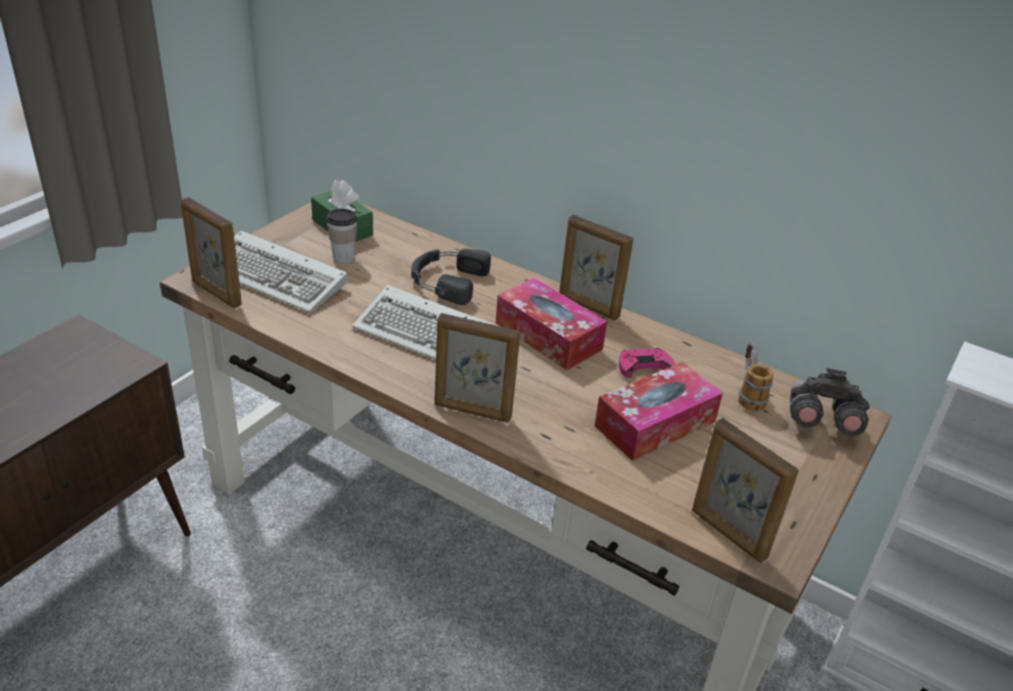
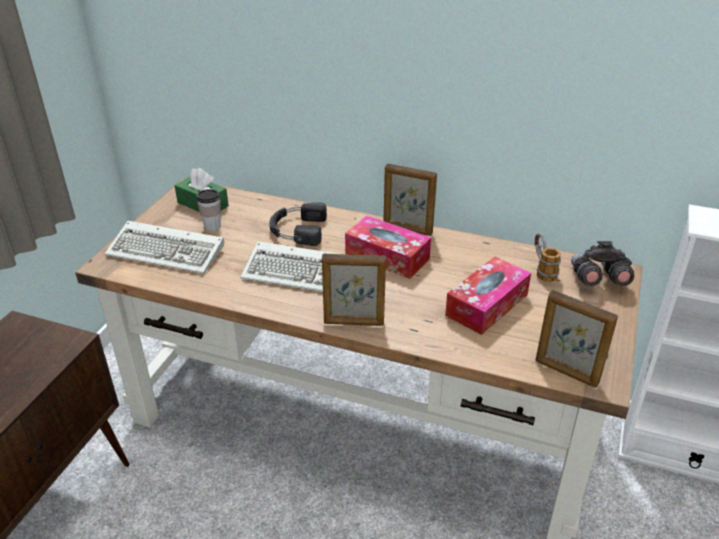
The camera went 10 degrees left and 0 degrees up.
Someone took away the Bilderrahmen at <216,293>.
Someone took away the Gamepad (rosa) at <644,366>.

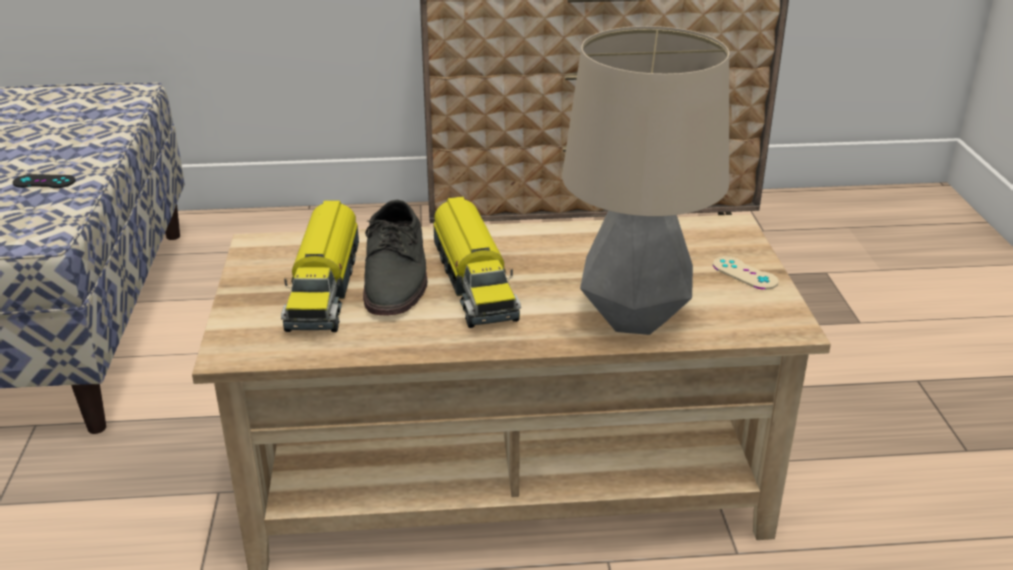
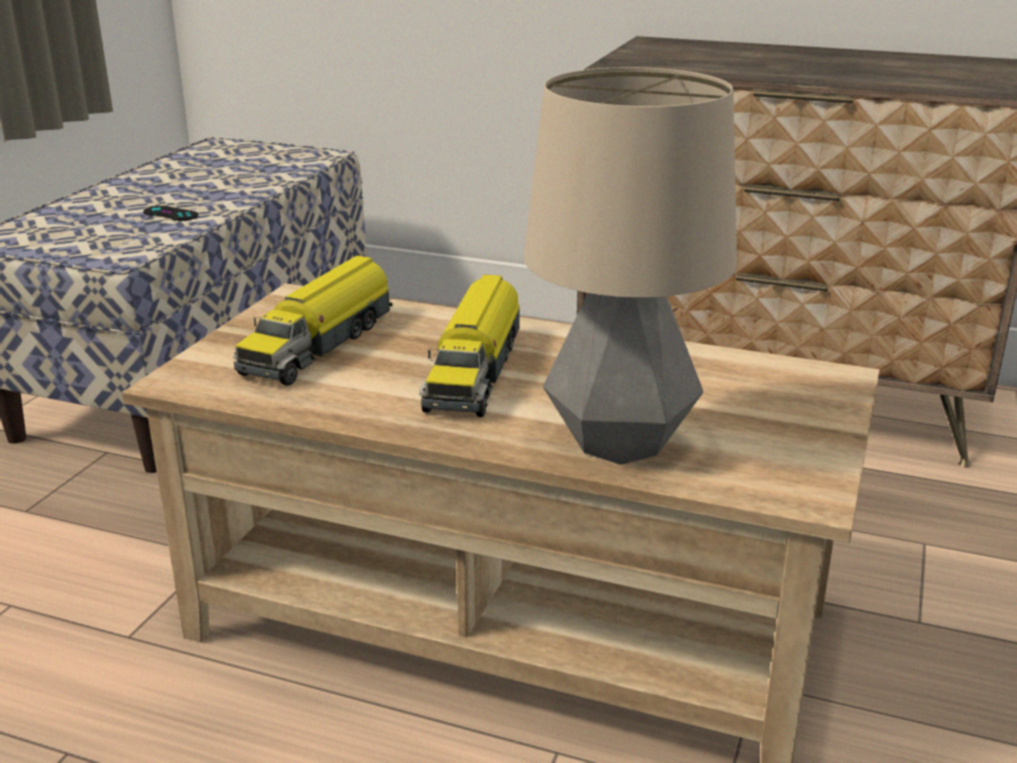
The camera went 25 degrees right and 5 degrees down.
Someone took away the Schuh (grau) at <397,275>.
Someone took away the Gamepad (beige) at <745,273>.

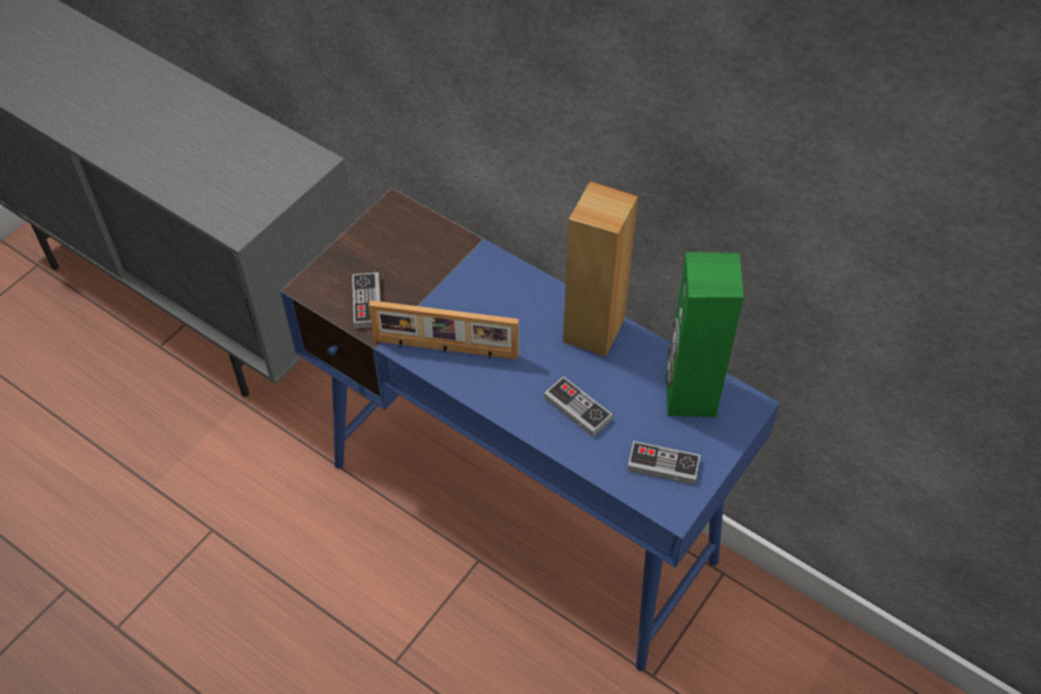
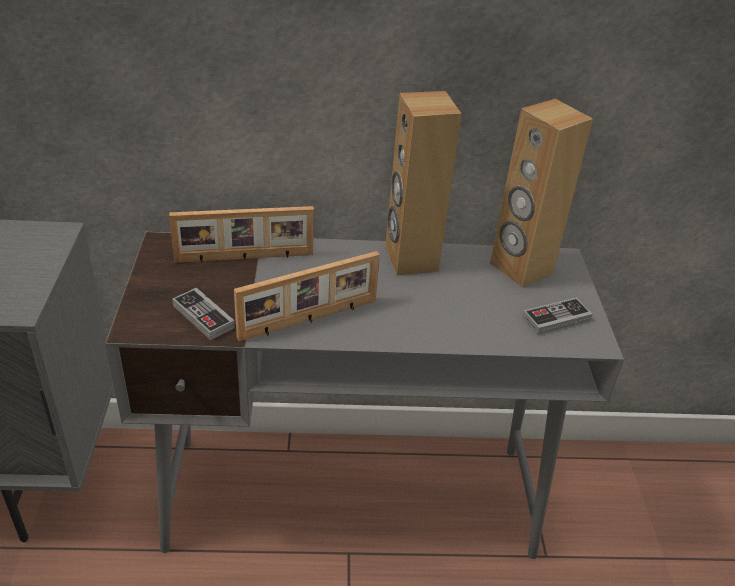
The camera went 40 degrees left and 15 degrees down.
Someone took away the Gamepad at <577,409>.
Someone put down the Bilderrahmen at <244,258>.
Someone repainted the Schreibtisch (blau) at <523,512>, which became the Schreibtisch (grau) at <353,496>.
Someone repainted the Lautsprecher (grün) at <689,394>, which became the Lautsprecher (braun) at <520,268>.

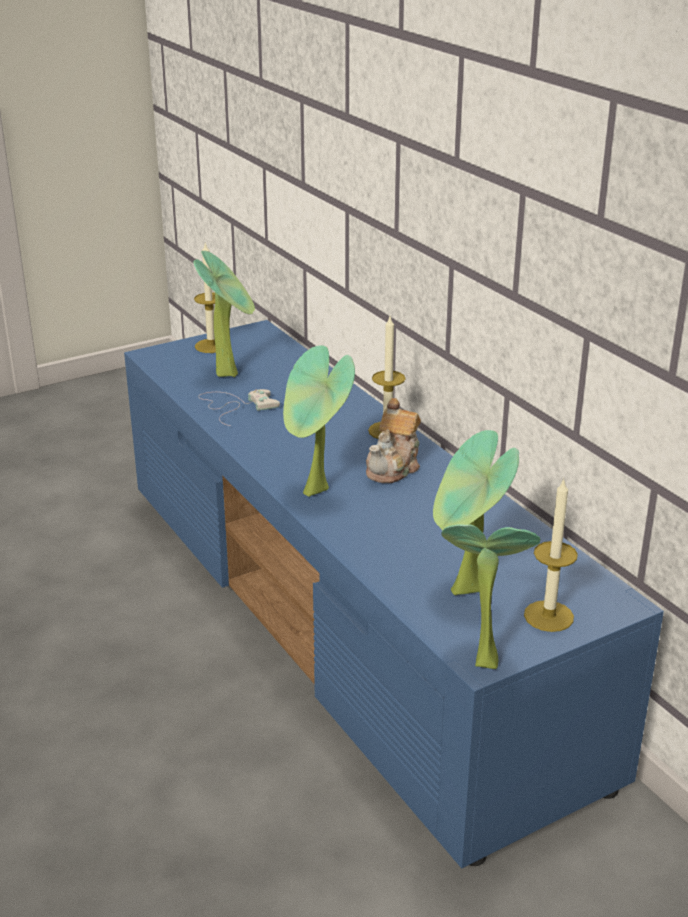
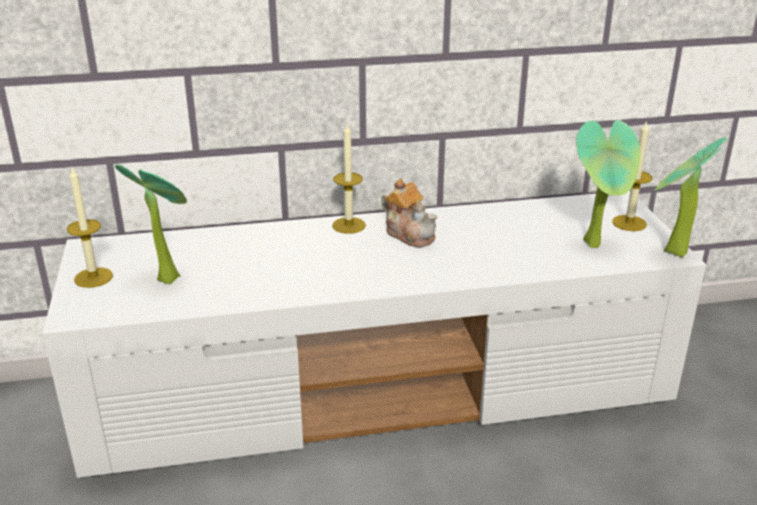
The camera went 70 degrees left and 0 degrees up.
Someone took away the Gamepad (weiß) at <235,406>.
Someone took away the Topfpflanze at <316,494>.
Someone repainted the Fernsehschrank (blau) at <348,622>, which became the Fernsehschrank (weiß) at <381,392>.

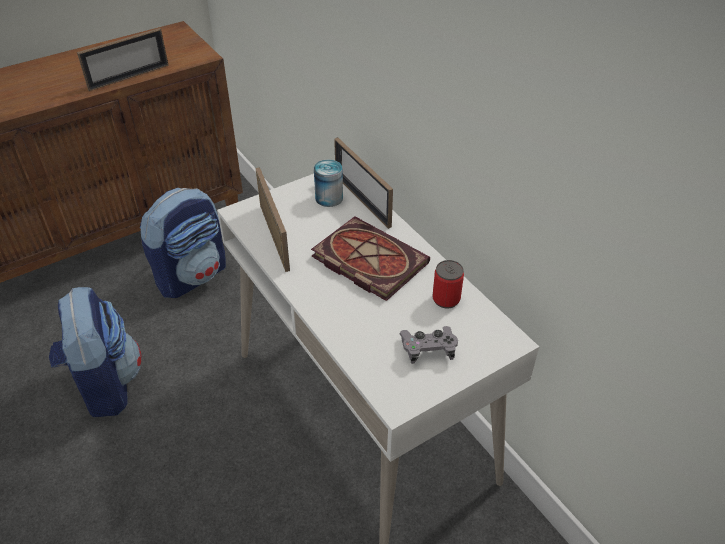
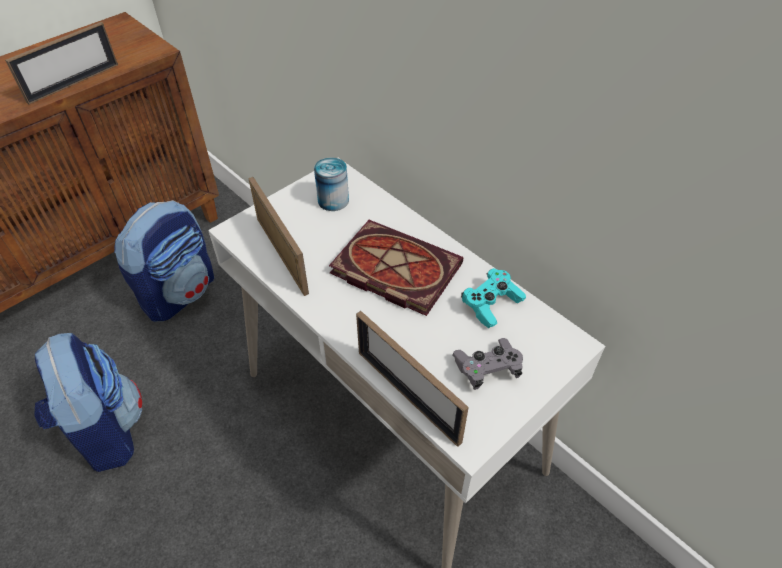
The camera went 10 degrees left and 5 degrees up.
Someone carried the Bilderrahmen from <362,200> to <407,395>.
Someone swapped the Dose at <446,299> for the Gamepad (türkis) at <491,304>.

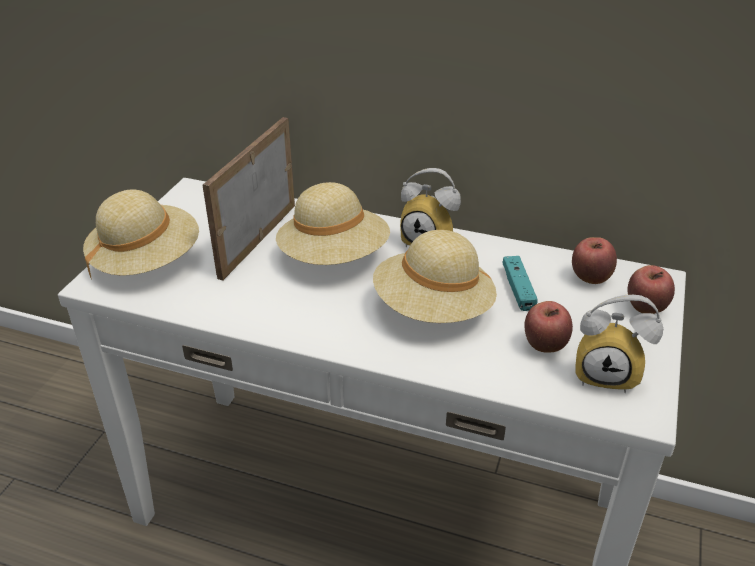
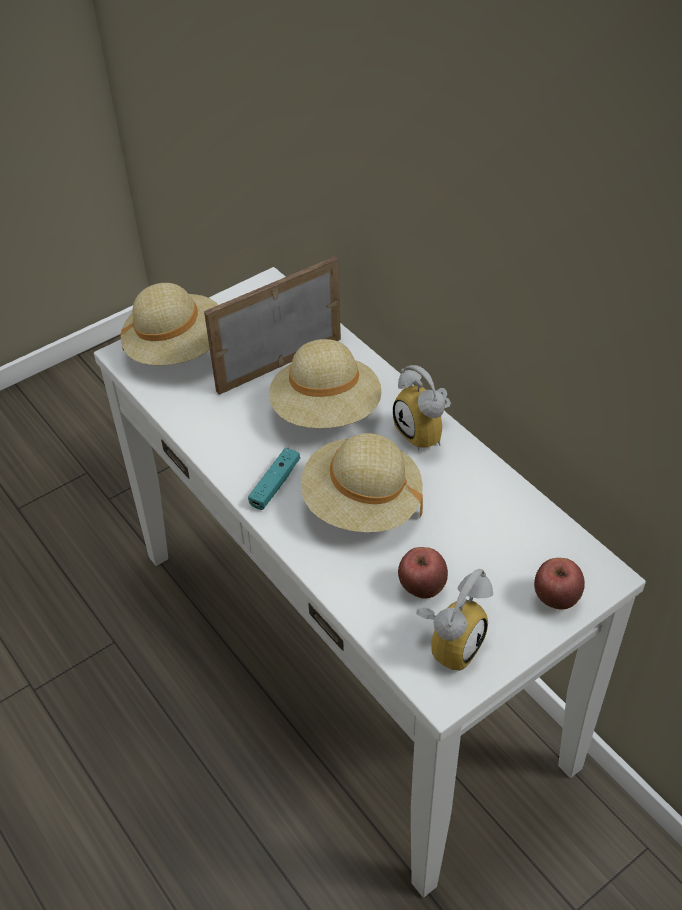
The camera went 35 degrees right and 10 degrees up.
Someone took away the Apfel at <590,279>.
Someone carried the Gamepad (türkis) from <518,289> to <275,484>.
Someone rotated the Wecker at <608,373> by 105 degrees counterclockwise.

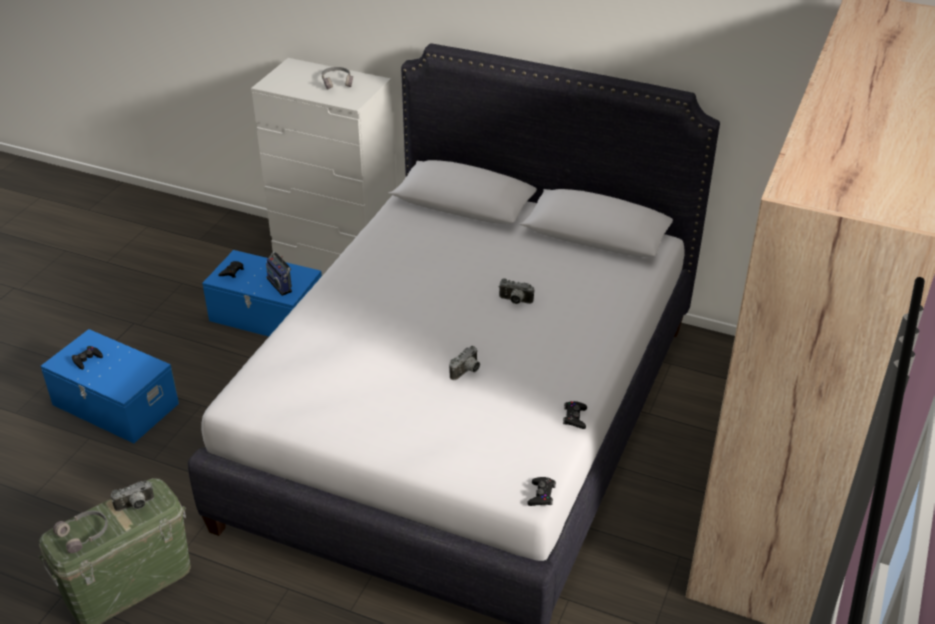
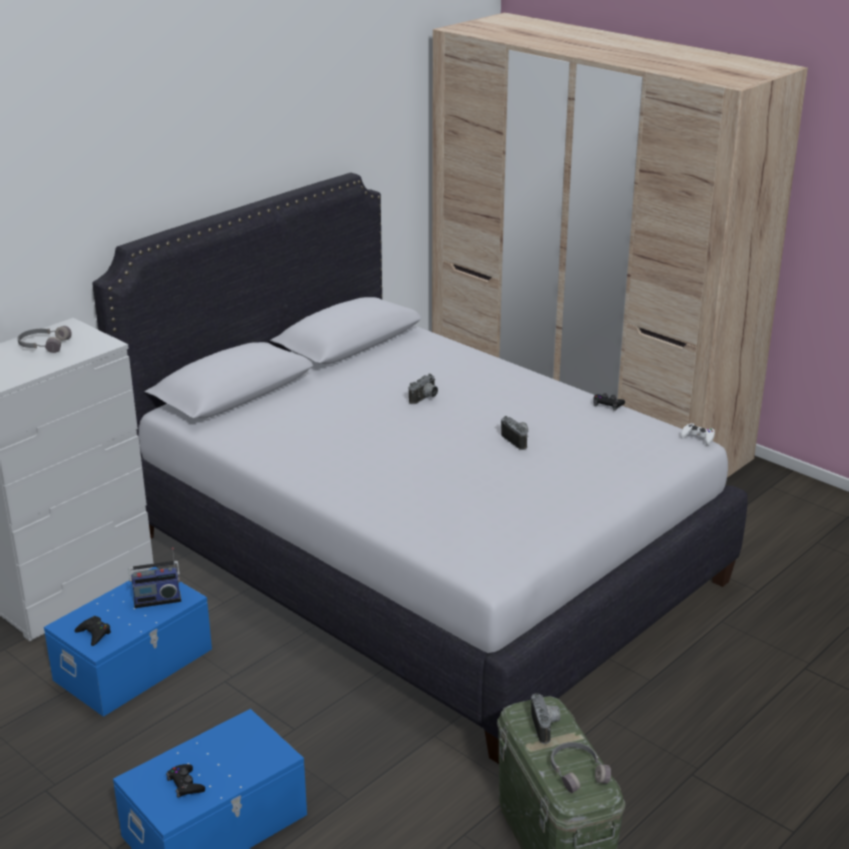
The camera went 70 degrees left and 10 degrees down.
Someone repainted the Gamepad (schwarz) at <541,495>, which became the Gamepad (weiß) at <698,437>.

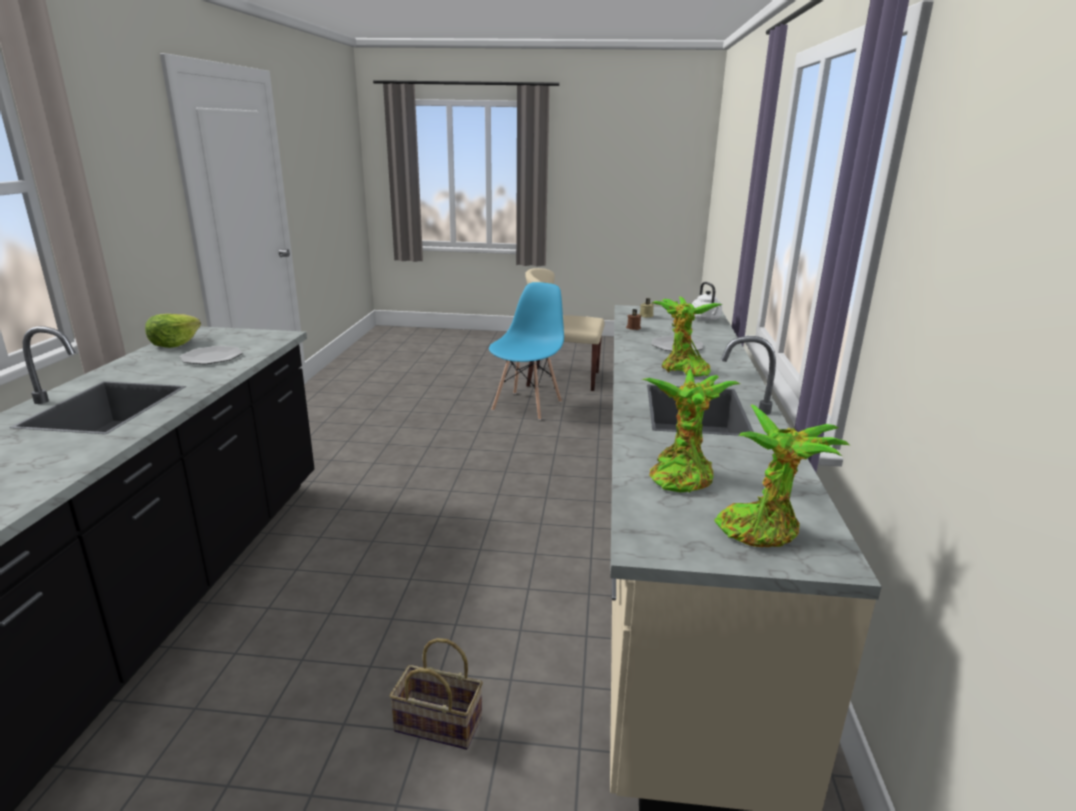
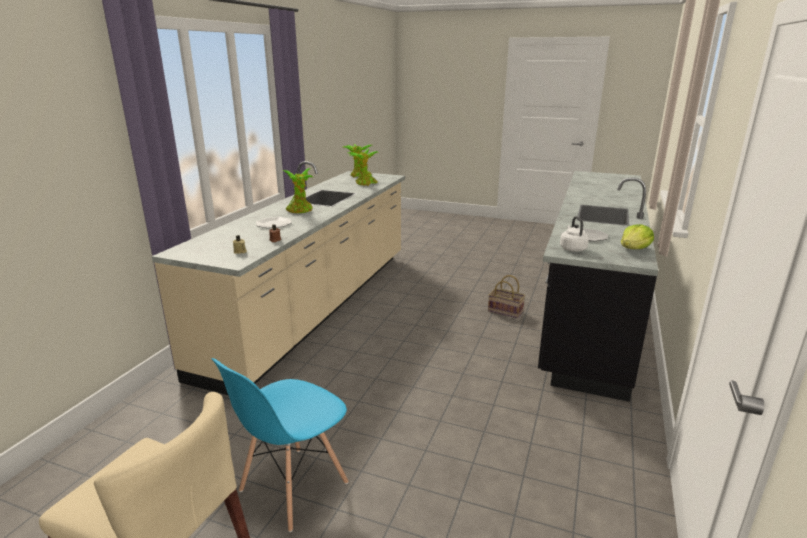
The camera went 165 degrees left and 0 degrees up.
Someone carried the Korb from <435,725> to <506,311>.
Someone carried the Wasserkessel (weiß) from <706,319> to <572,248>.

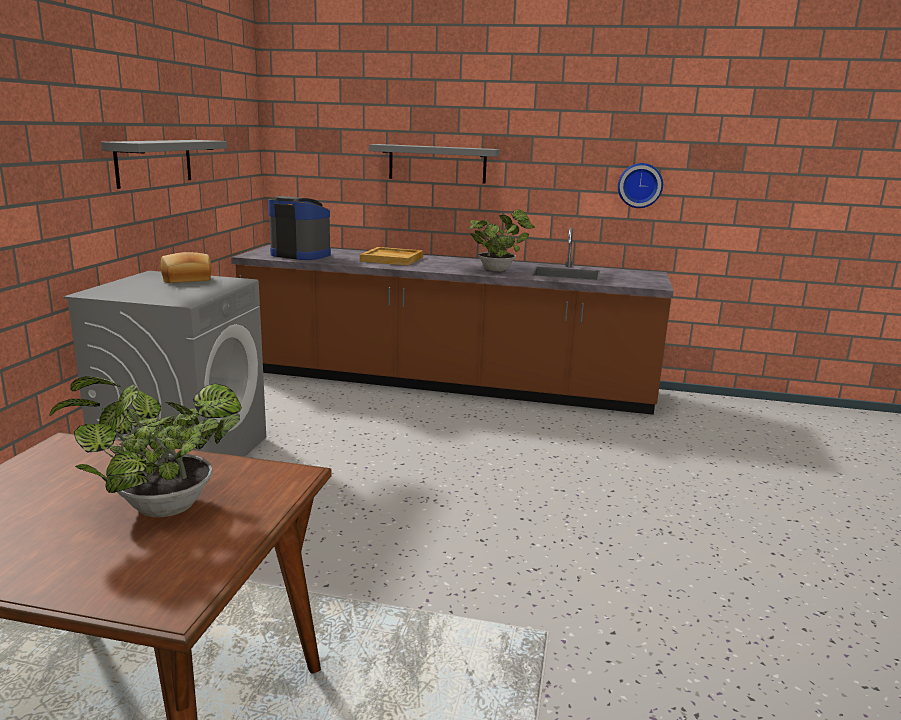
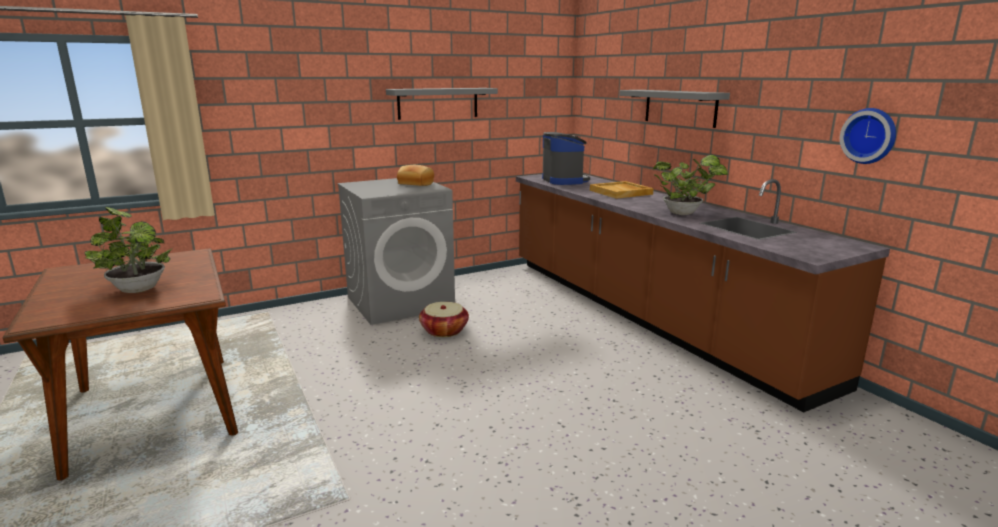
The camera went 50 degrees right and 0 degrees up.
Someone put down the Korb at <444,330>.

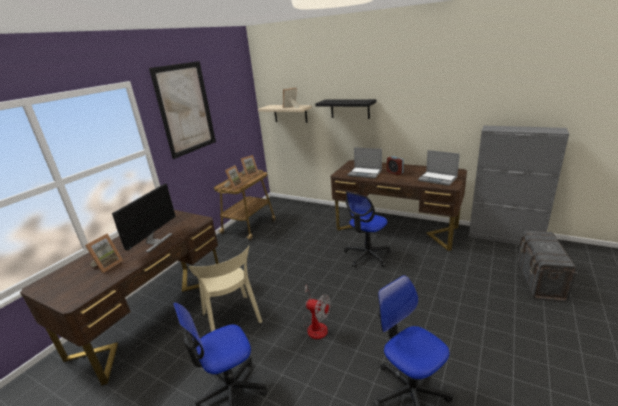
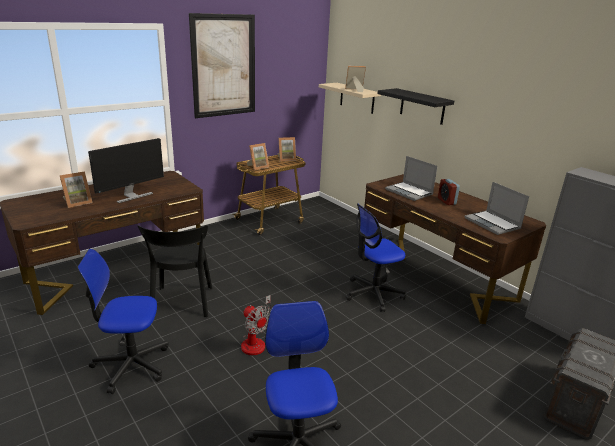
The camera went 20 degrees right and 0 degrees up.
Someone repainted the Stuhl (beige) at <232,320>, which became the Stuhl (schwarz) at <182,304>.

